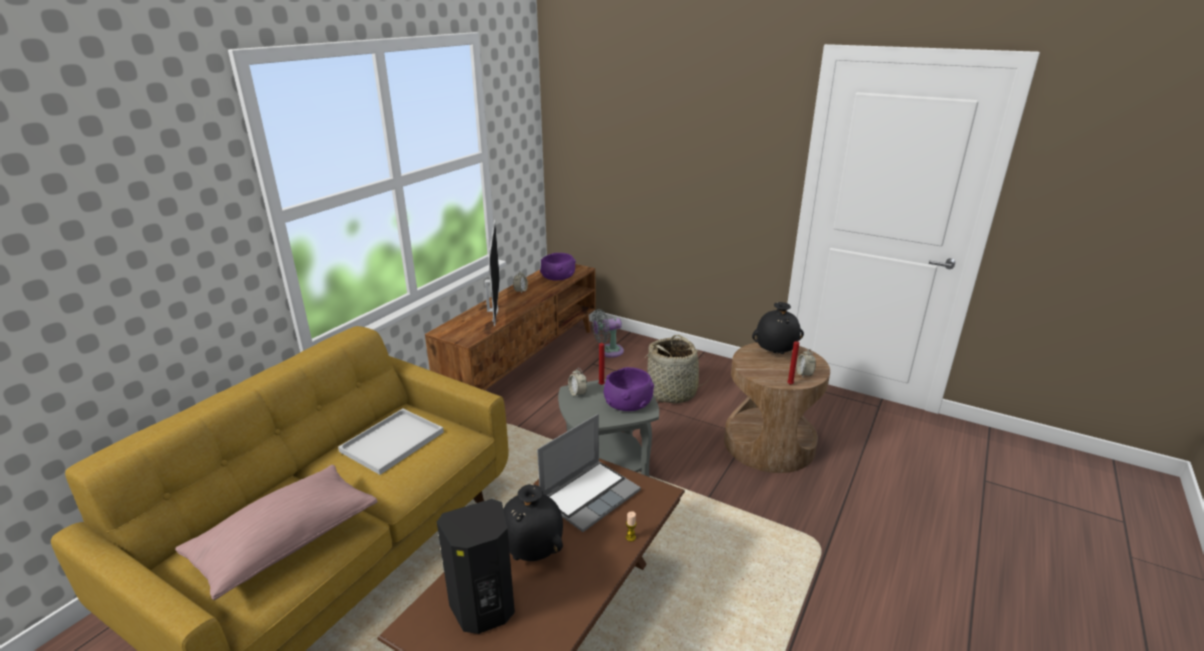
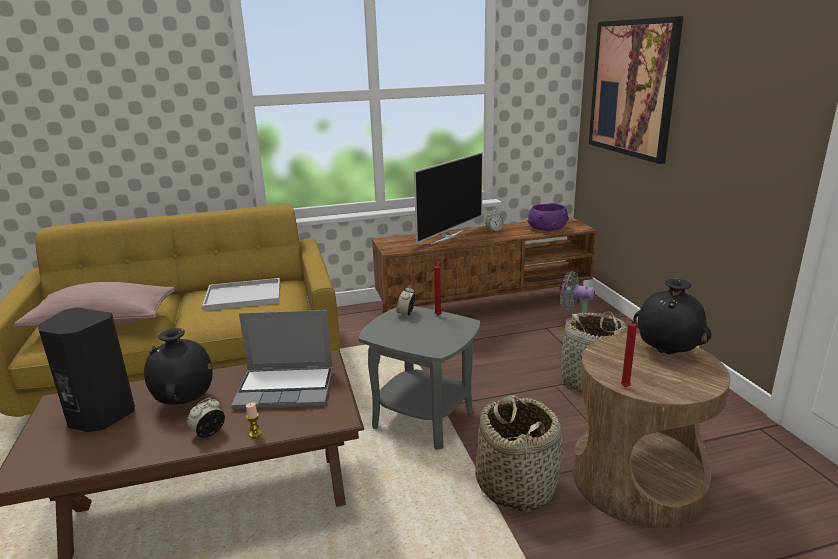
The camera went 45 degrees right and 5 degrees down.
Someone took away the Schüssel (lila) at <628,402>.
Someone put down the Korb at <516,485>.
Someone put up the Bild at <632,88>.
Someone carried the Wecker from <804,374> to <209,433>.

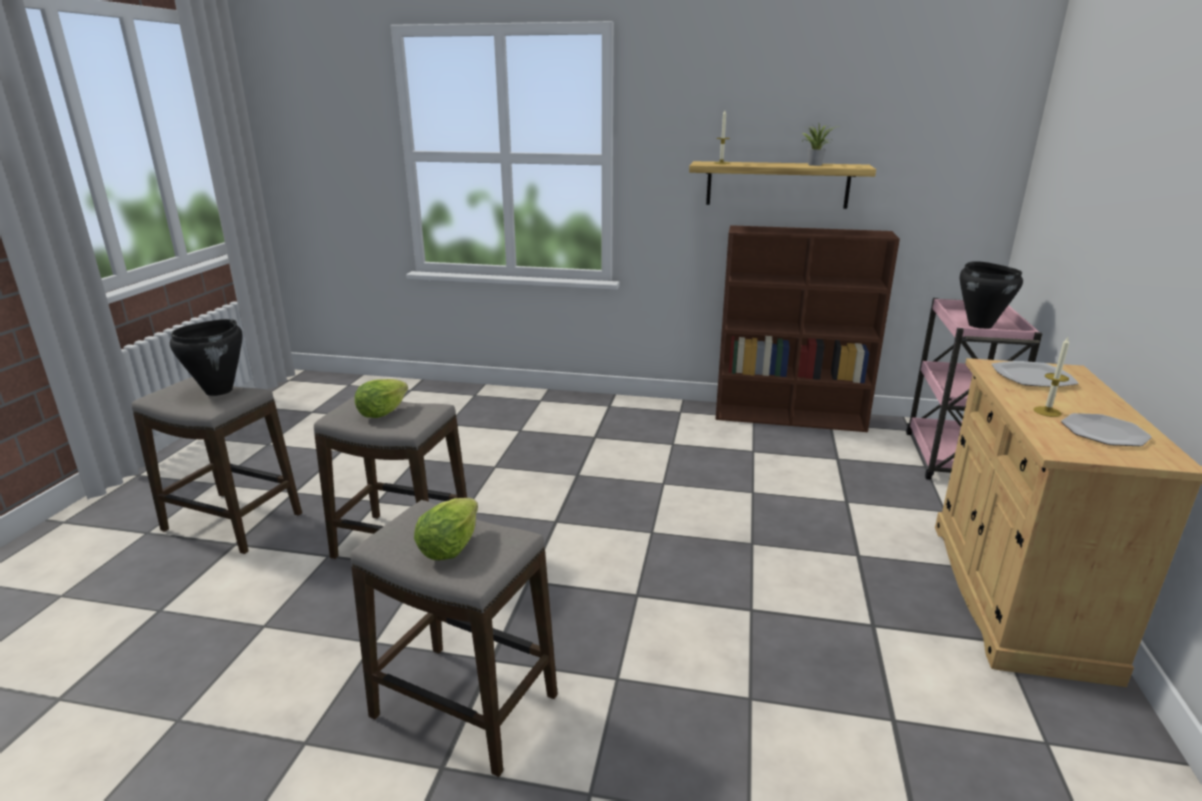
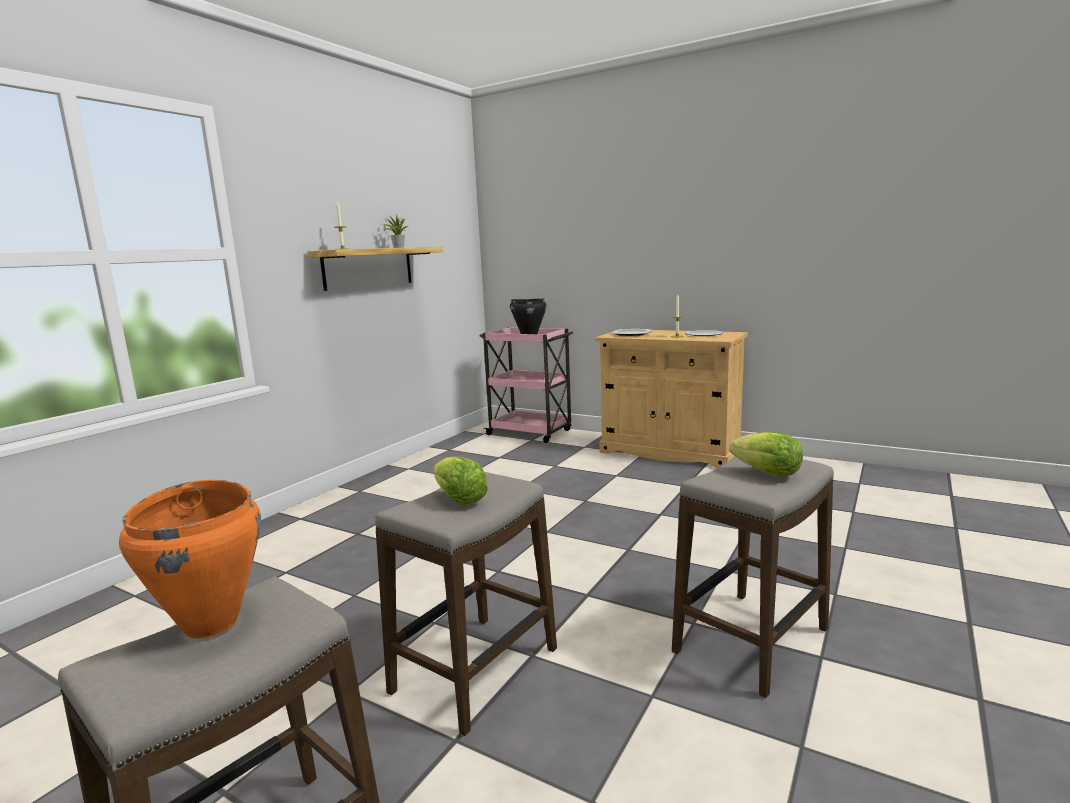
The camera went 70 degrees left and 10 degrees down.
Someone took away the Bücherregal (braun) at <791,417>.
Someone repainted the Kochtopf (schwarz) at <219,391>, which became the Kochtopf (orange) at <212,623>.

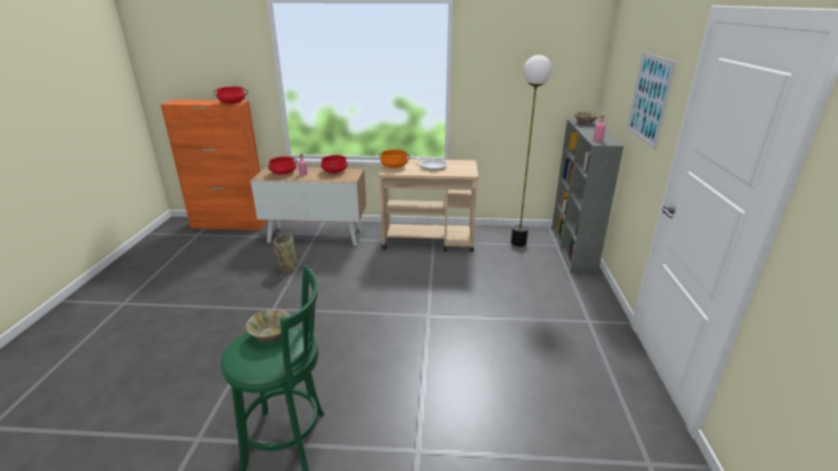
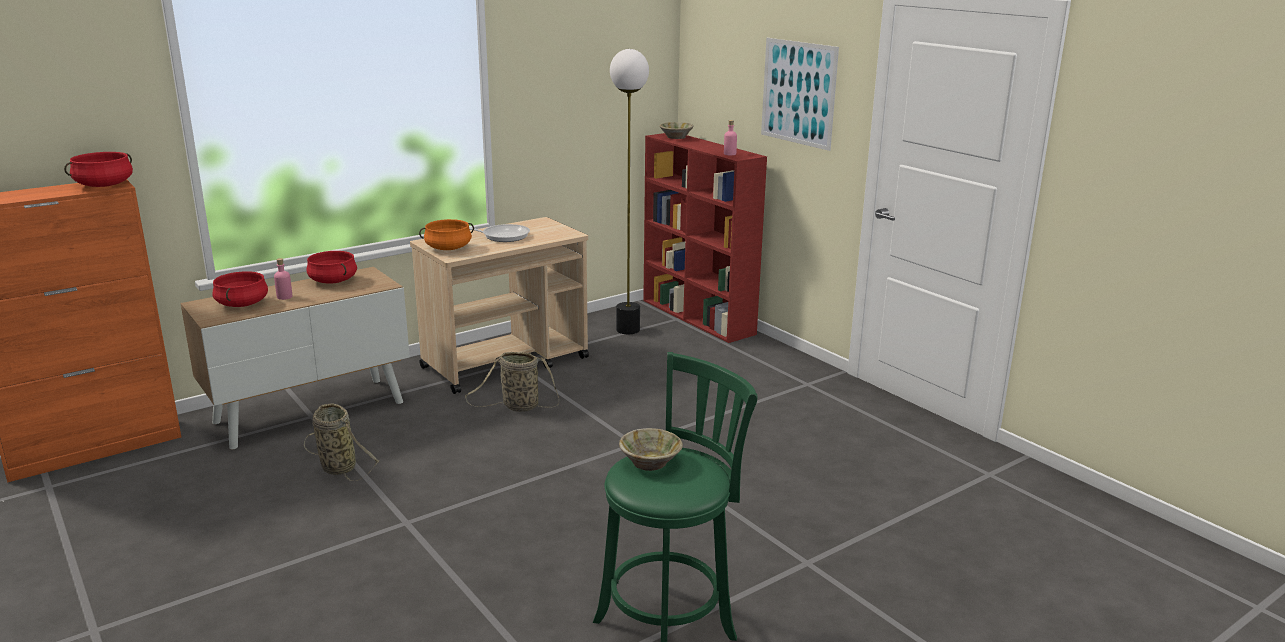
The camera went 40 degrees left and 5 degrees down.
Someone put down the Korb at <518,406>.
Someone repainted the Bücherregal (grau) at <573,249>, which became the Bücherregal (rot) at <698,317>.

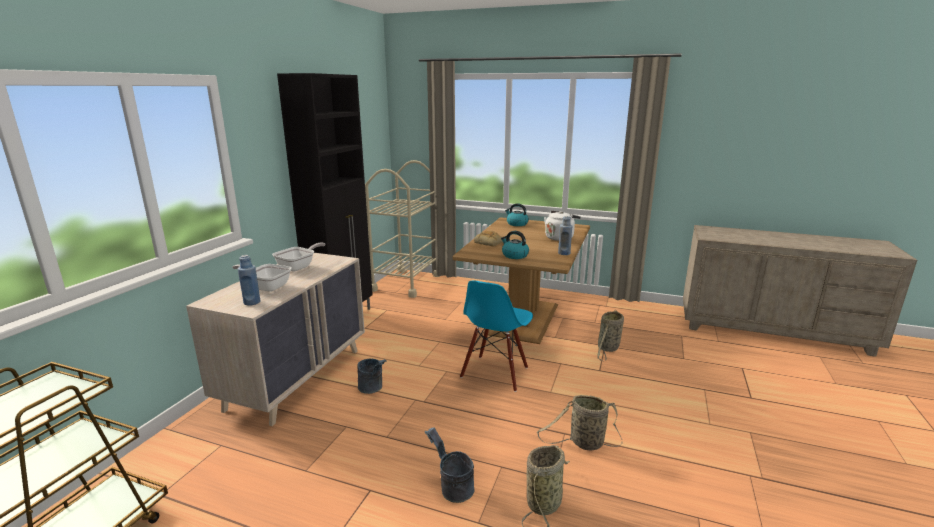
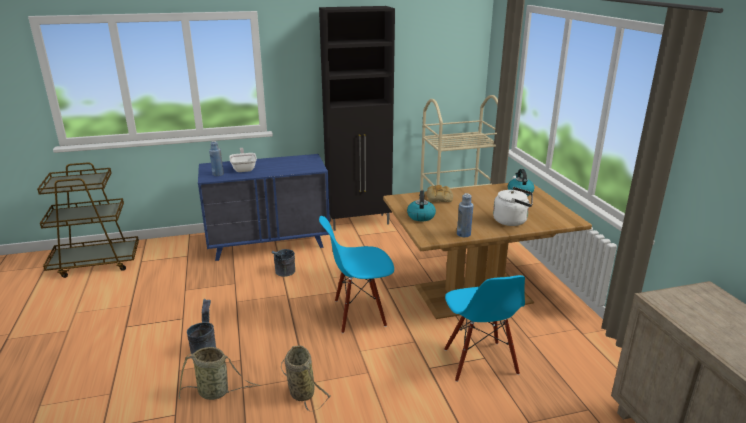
The camera went 55 degrees right and 5 degrees up.
Someone took away the Pfanne at <299,267>.
Someone swapped the Korb at <607,349> for the Stuhl (blau) at <479,362>.
Someone repainted the Kommode (beige) at <296,378>, which became the Kommode (blau) at <269,243>.

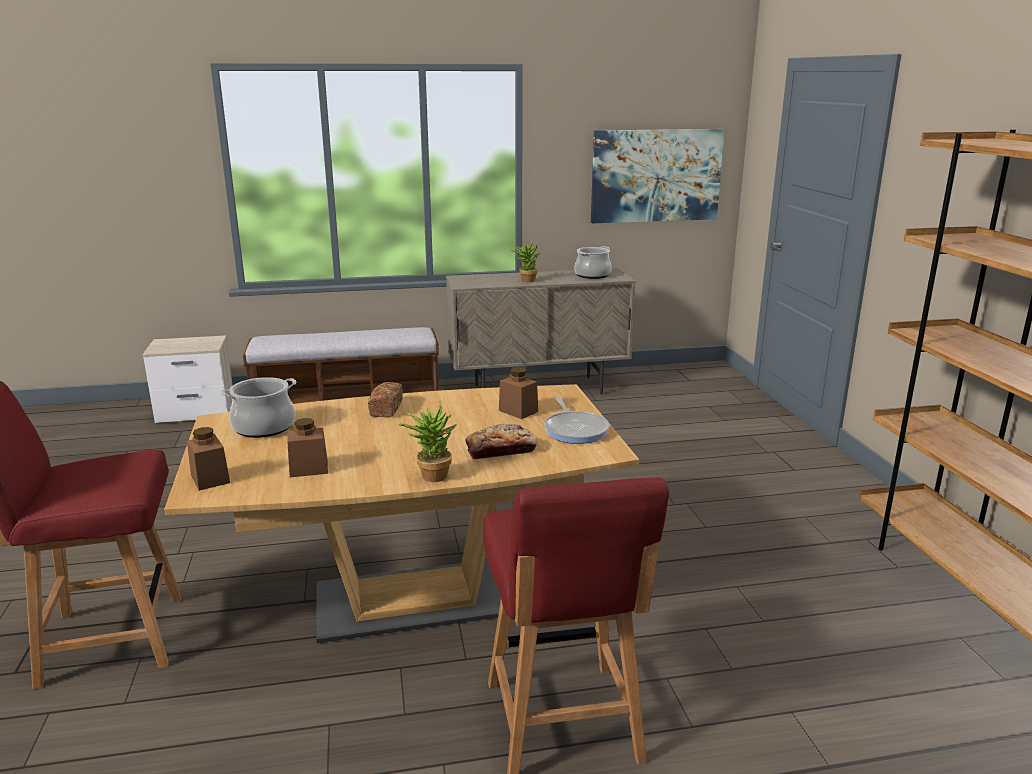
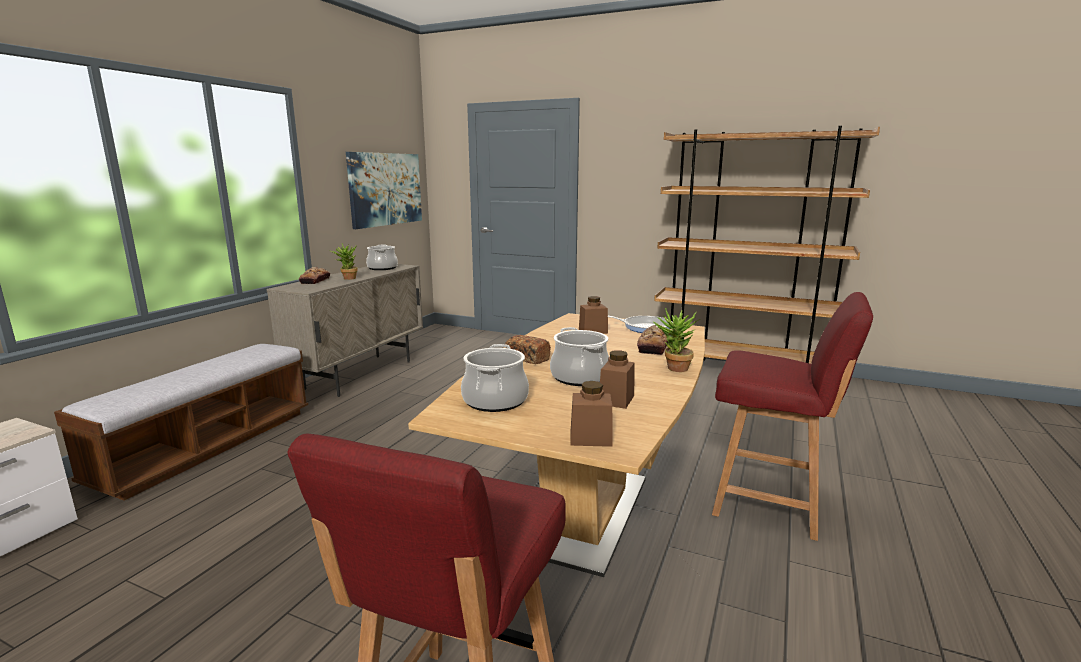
The camera went 55 degrees left and 5 degrees down.
Someone put down the Brot at <315,281>.
Someone put down the Kochtopf at <580,377>.

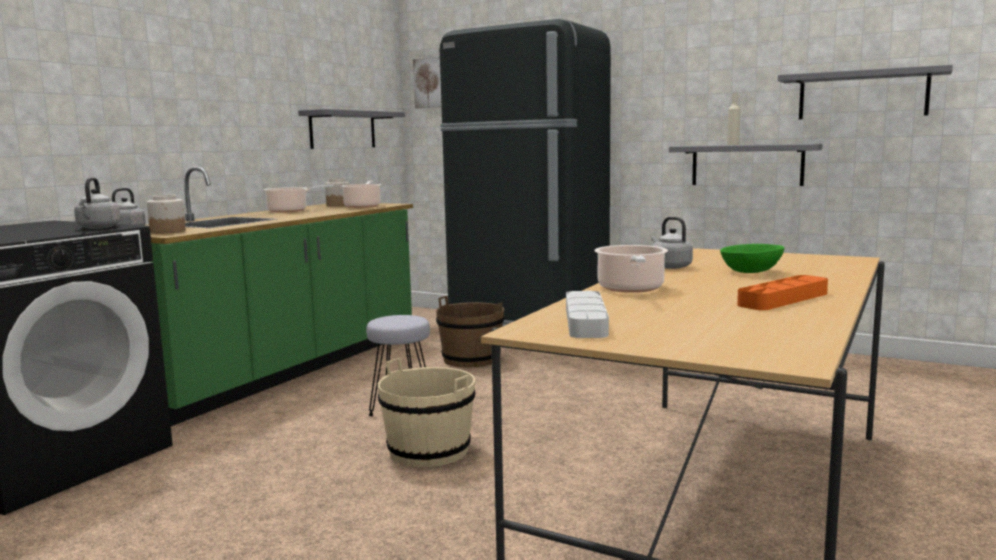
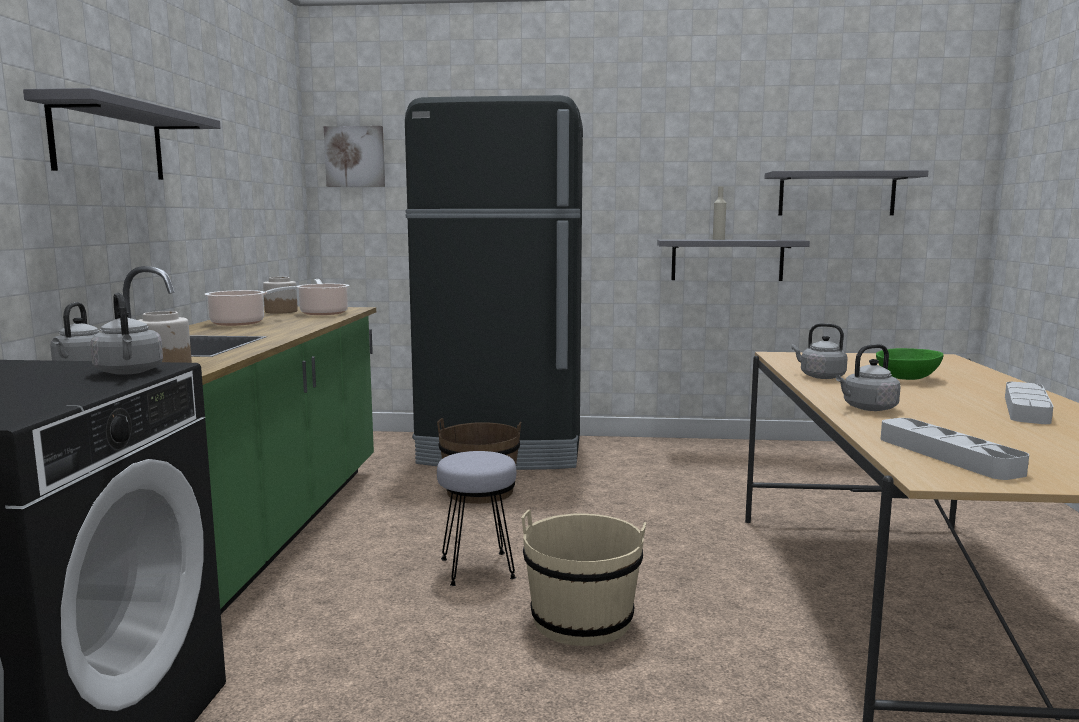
The camera went 25 degrees left and 0 degrees up.
Someone carried the Wandregal (grau) from <343,130> to <109,141>.
Someone swapped the Kochtopf at <631,289> for the Wasserkessel (grau) at <867,408>.
Someone repainted the Tablett (orange) at <783,299>, which became the Tablett (grau) at <1026,409>.

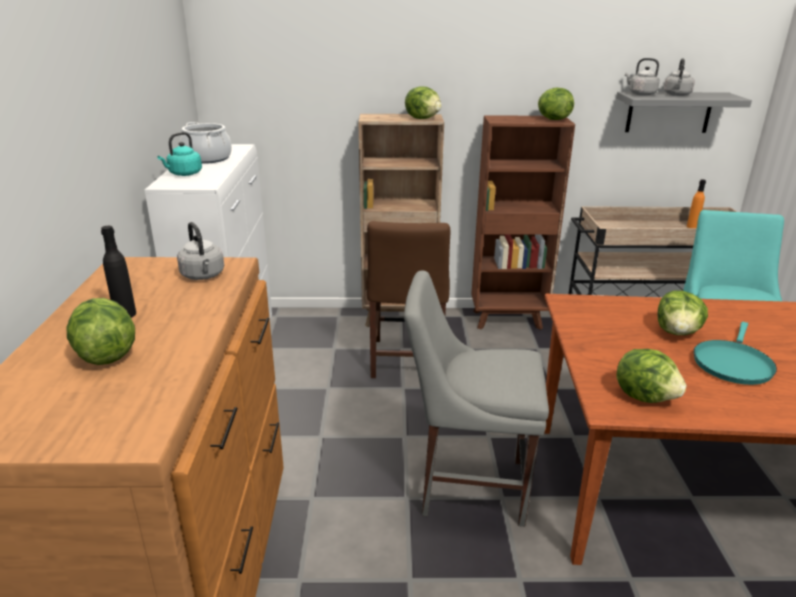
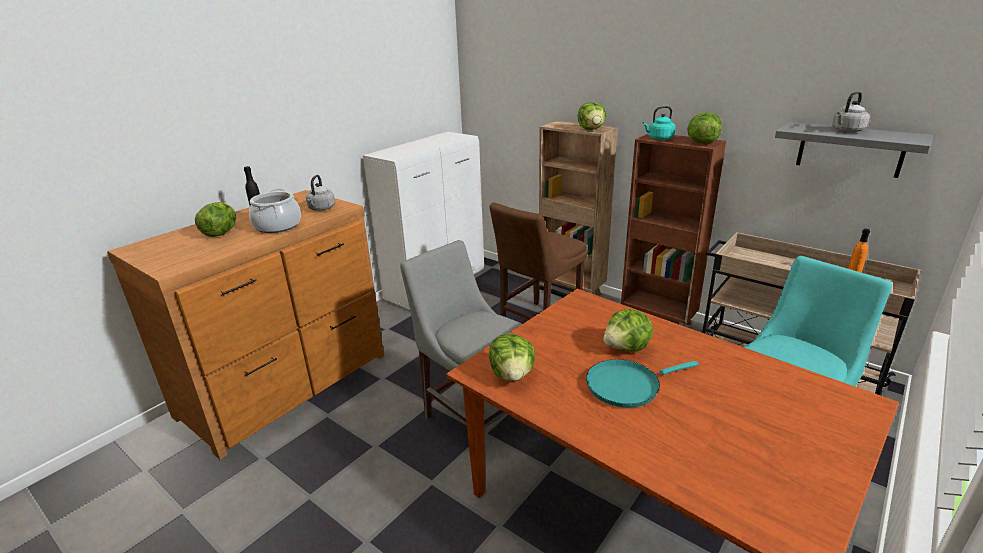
The camera went 40 degrees right and 0 degrees up.
Someone took away the Wasserkessel (grau) at <640,94>.
Someone carried the Wasserkessel (türkis) from <184,174> to <659,138>.
Someone carried the Kochtopf from <207,158> to <278,226>.

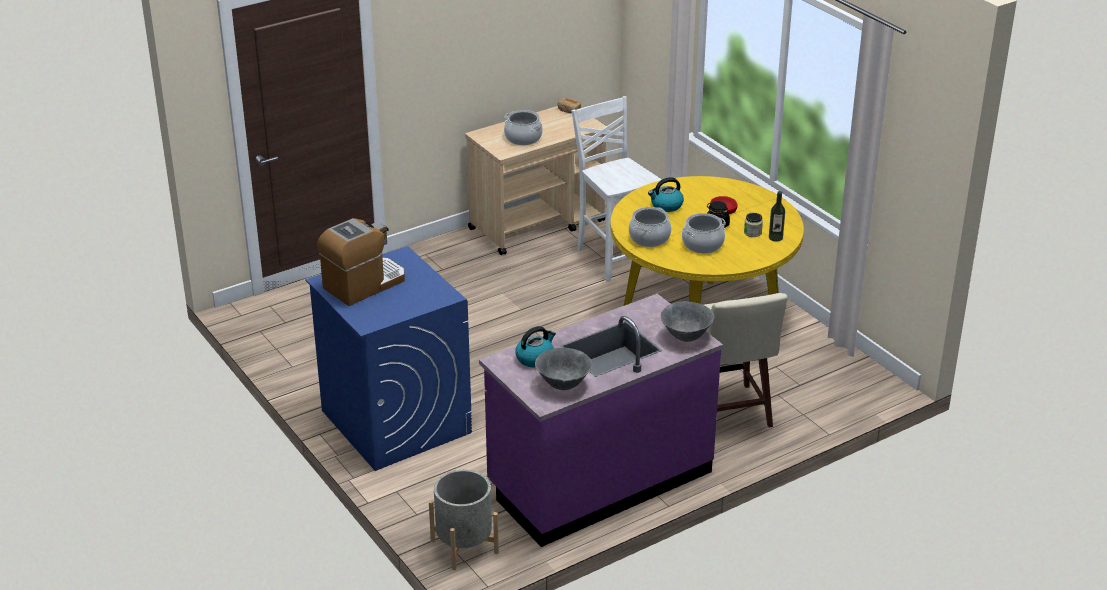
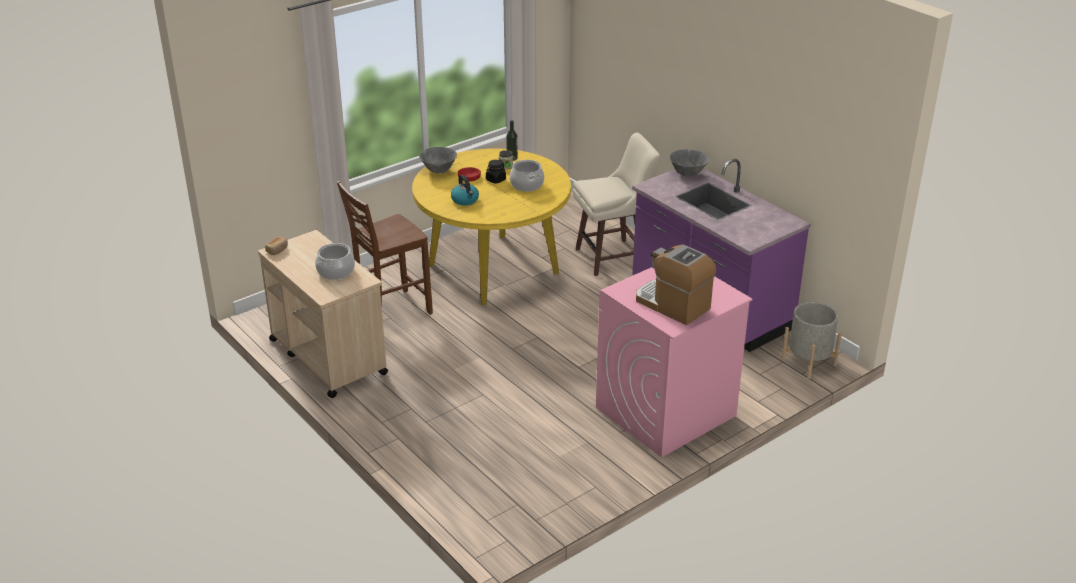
The camera went 95 degrees left and 0 degrees up.
Someone took away the Wasserkessel at <535,358>.
Someone took away the Kochtopf at <649,238>.
Someone carried the Schüssel (grau) from <564,385> to <438,171>.
Someone repainted the Waschmaschine (blau) at <395,421>, which became the Waschmaschine (rosa) at <665,412>.
Someone repainted the Stuhl (weiß) at <614,257>, which became the Stuhl (braun) at <390,311>.

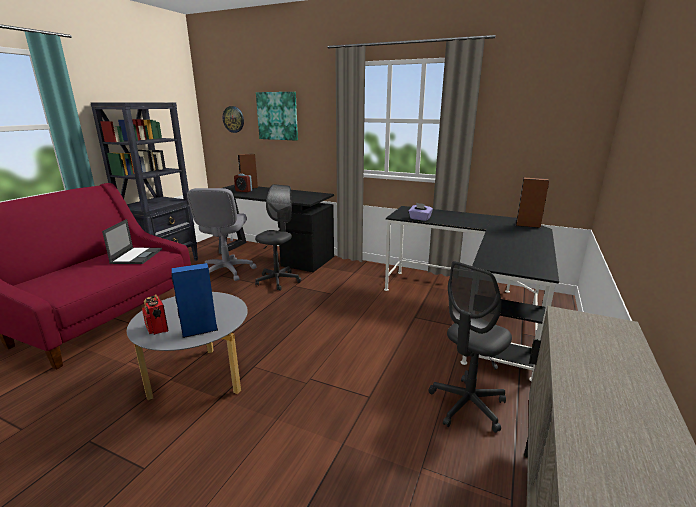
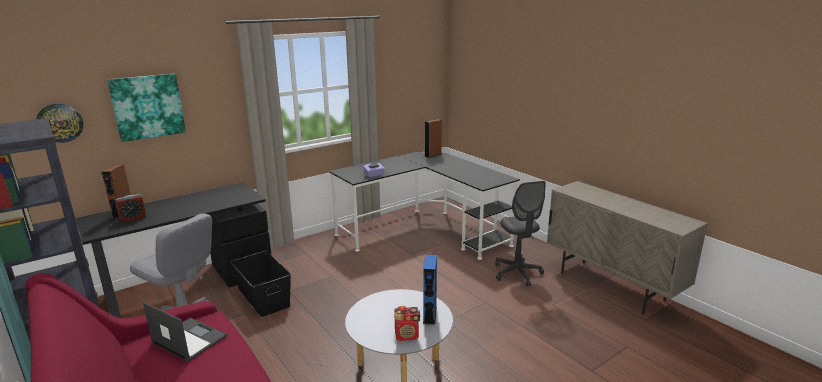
The camera went 60 degrees left and 0 degrees up.
Someone swapped the Bürostuhl (grau) at <278,281> for the Aufbewahrungsbox (schwarz) at <264,297>.

